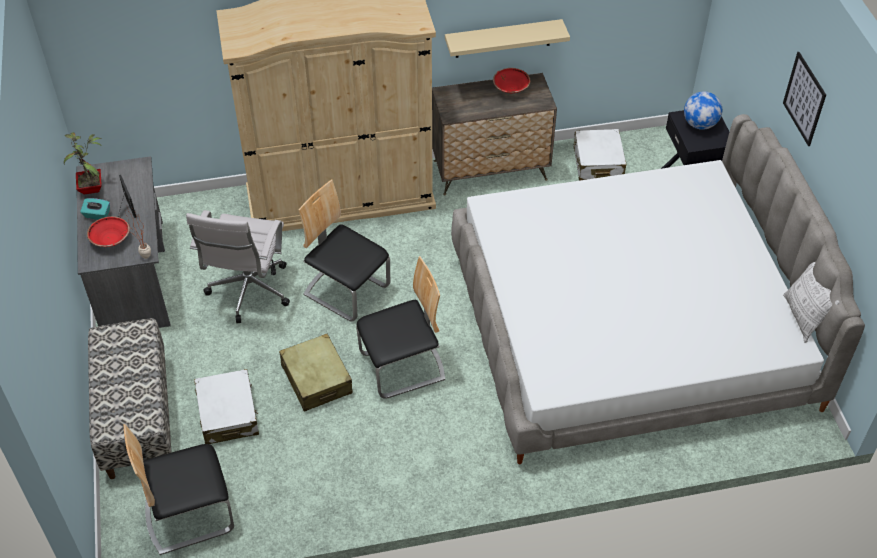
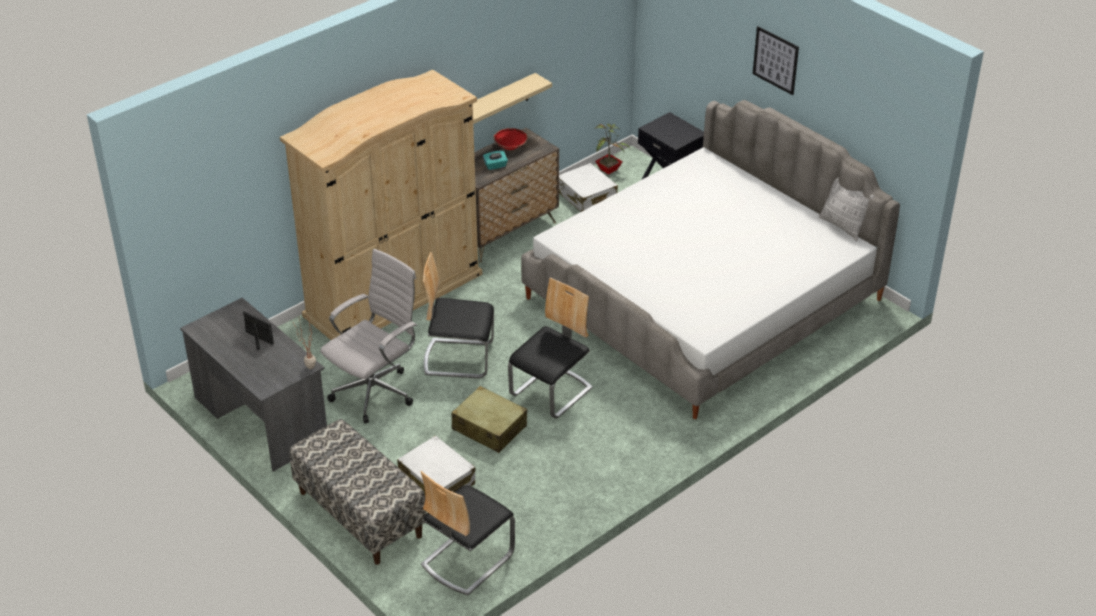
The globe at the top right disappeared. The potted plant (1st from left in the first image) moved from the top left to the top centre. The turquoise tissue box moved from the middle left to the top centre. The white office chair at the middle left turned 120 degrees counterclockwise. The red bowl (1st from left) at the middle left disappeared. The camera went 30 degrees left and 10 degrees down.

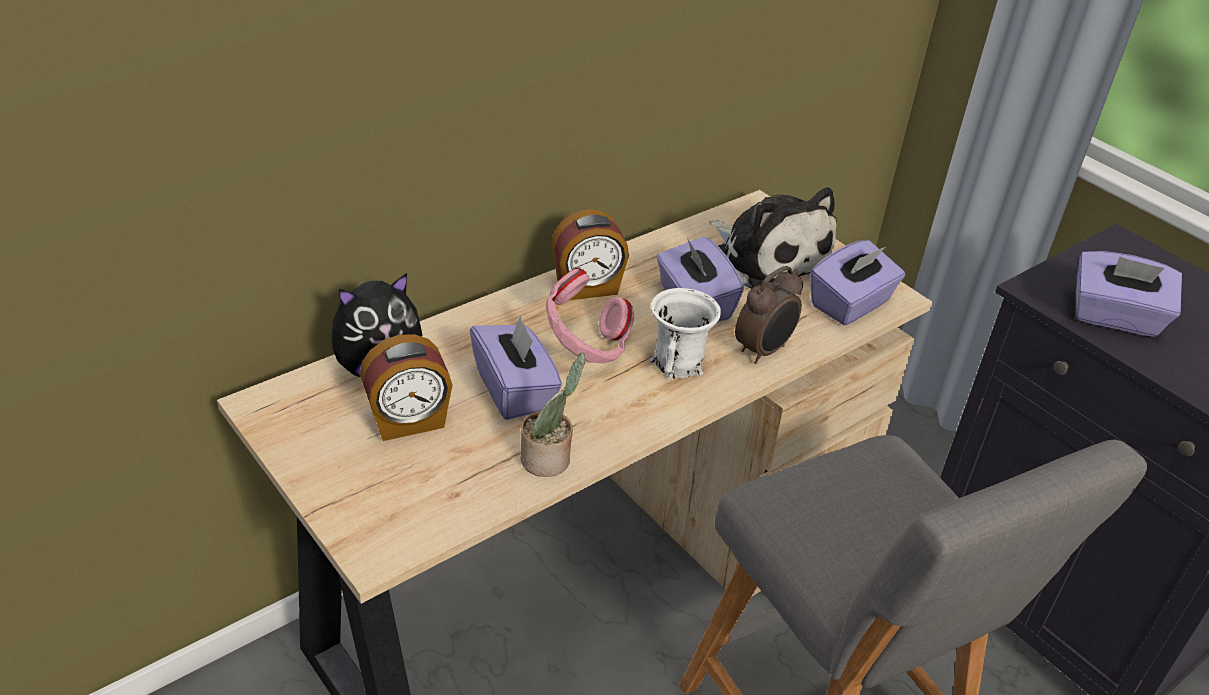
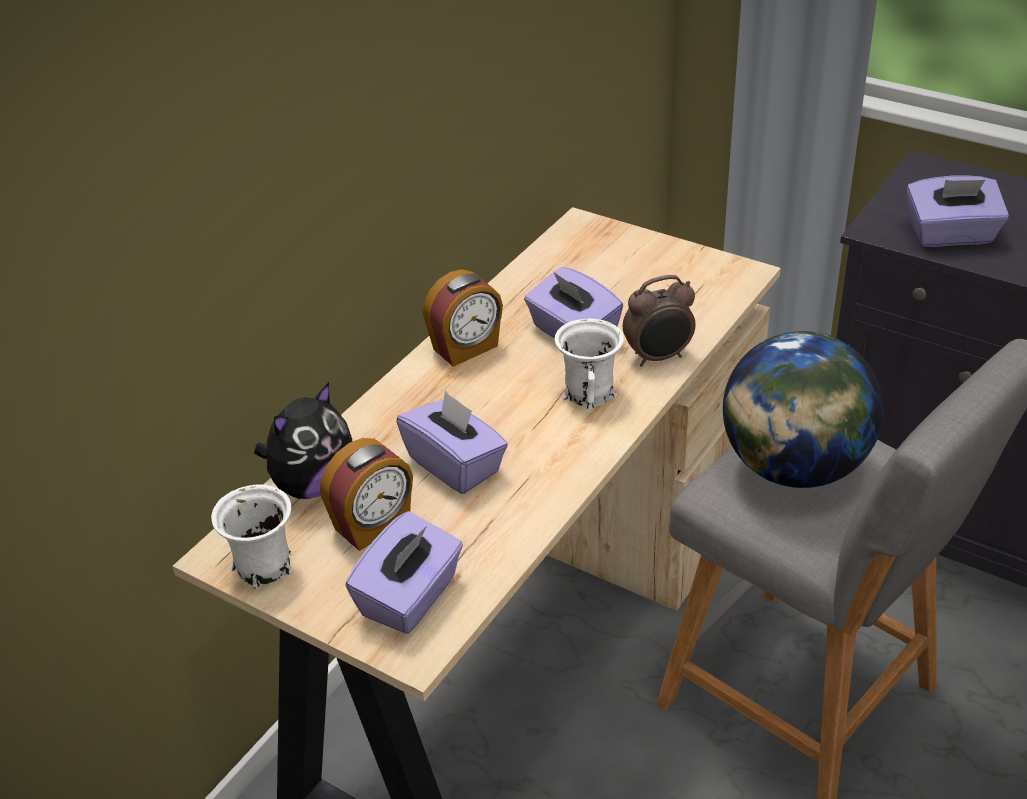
The plush toy (2nd from left) at the centre disappeared. The purple tissue box (3rd from left in the first image) moved from the middle right to the bottom centre. The alarm clock (3rd from left) at the centre turned 45 degrees clockwise. The pink headphones at the centre disappeared. The potted plant at the centre disappeared. The globe at the middle right appeared. The white mug (1st from left) at the bottom left appeared. The camera went 15 degrees left and 0 degrees up.

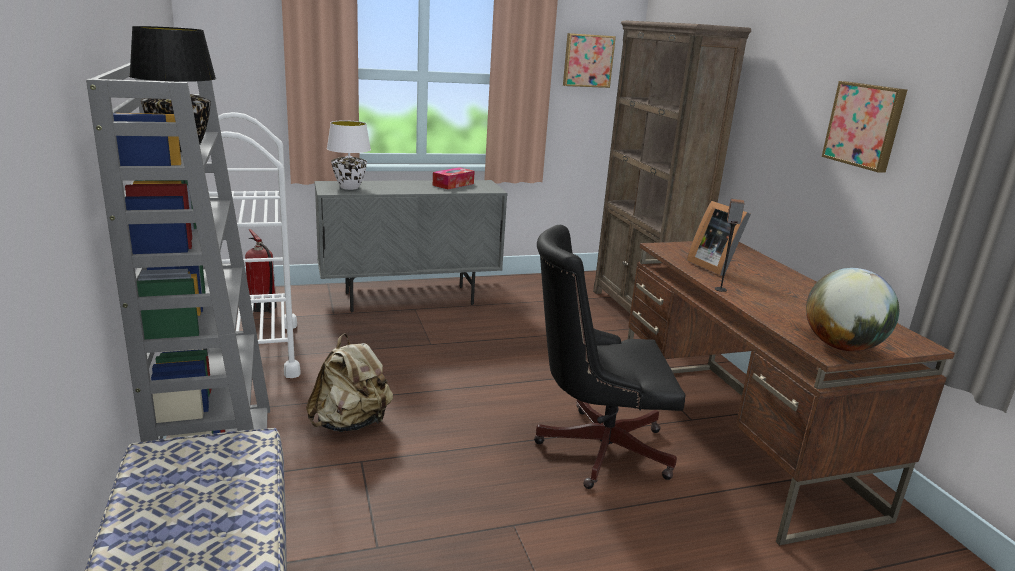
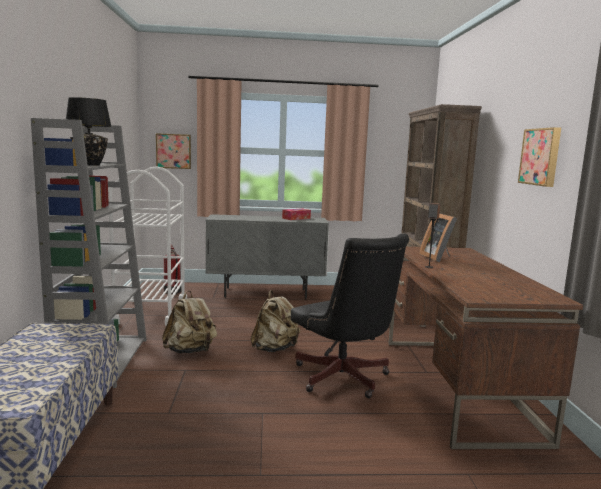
The picture (1st from left) moved from the top centre to the top left. The white table lamp at the top centre disappeared. The black office chair at the centre turned 135 degrees counterclockwise. The globe at the middle right disappeared. The beige backpack (2nd from left) at the centre appeared. The camera went 15 degrees right and 10 degrees down.

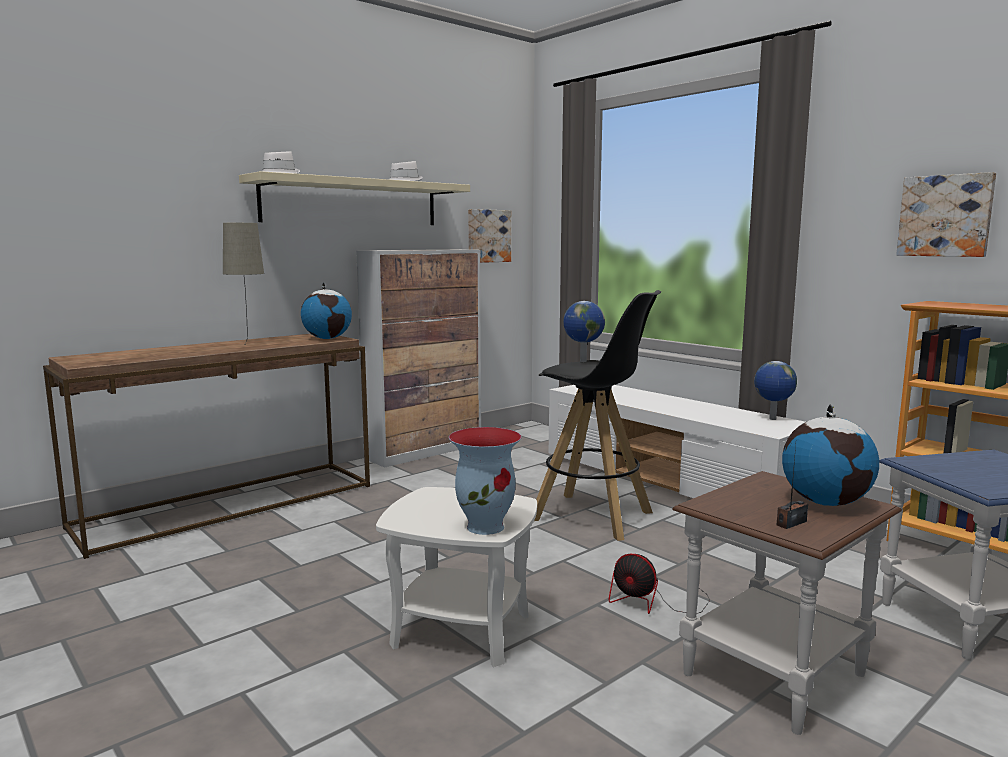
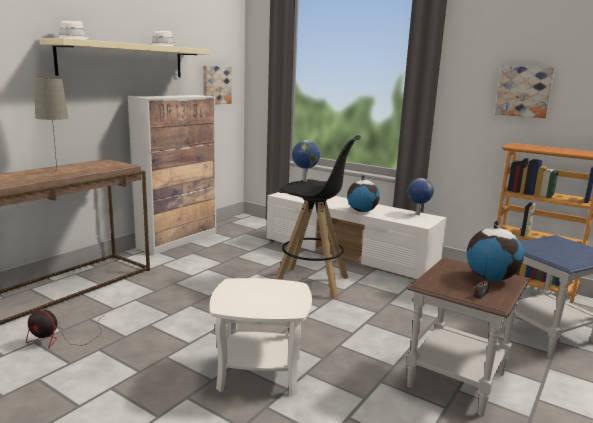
The globe (1st from left in the first image) moved from the middle left to the centre. The vase at the centre disappeared. The fan moved from the bottom centre to the bottom left. The camera went 15 degrees left and 5 degrees up.

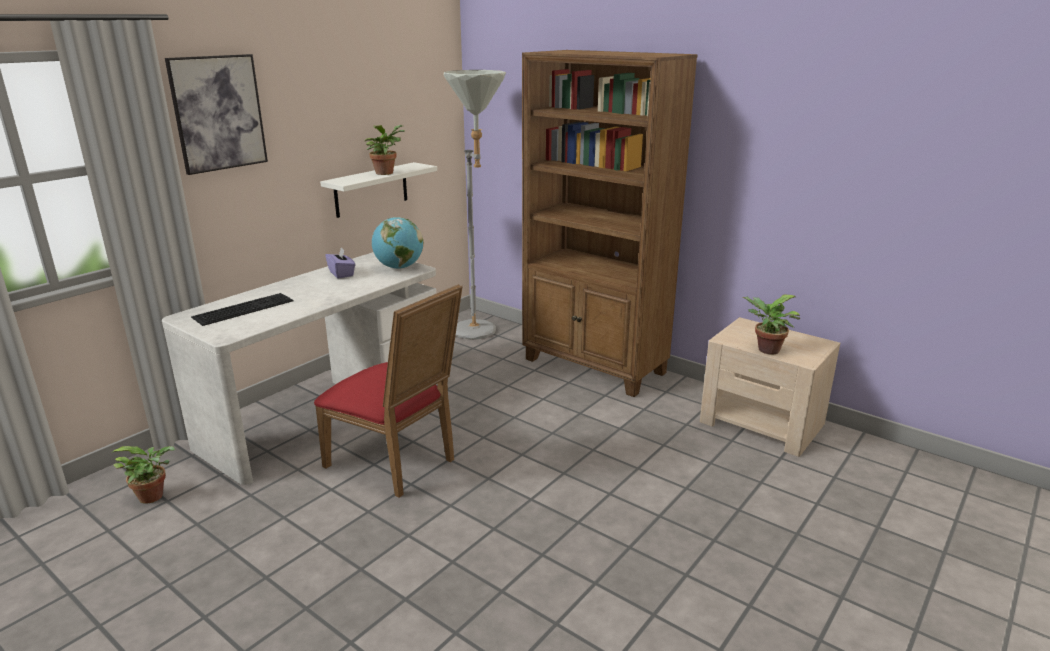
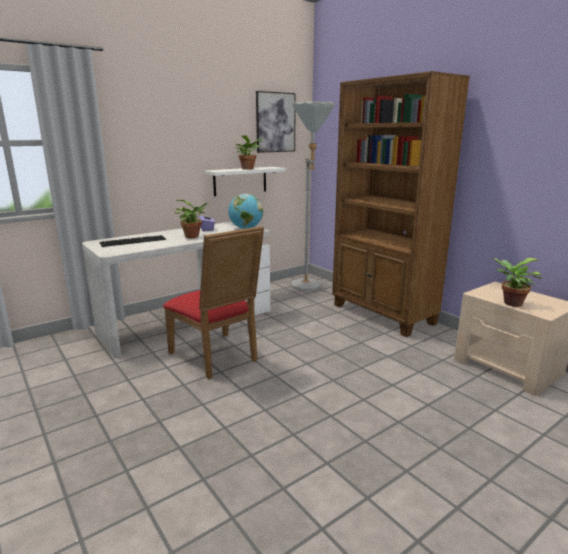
The picture moved from the top left to the top centre. The potted plant (1st from left) moved from the bottom left to the centre. The camera went 15 degrees right and 5 degrees down.

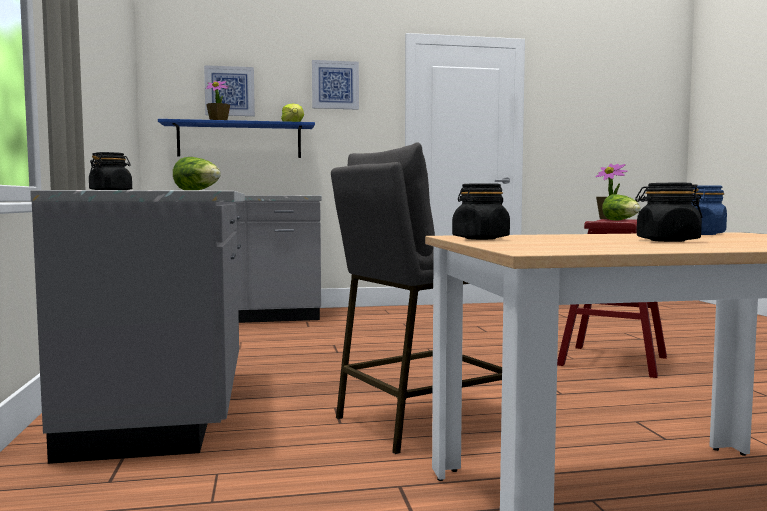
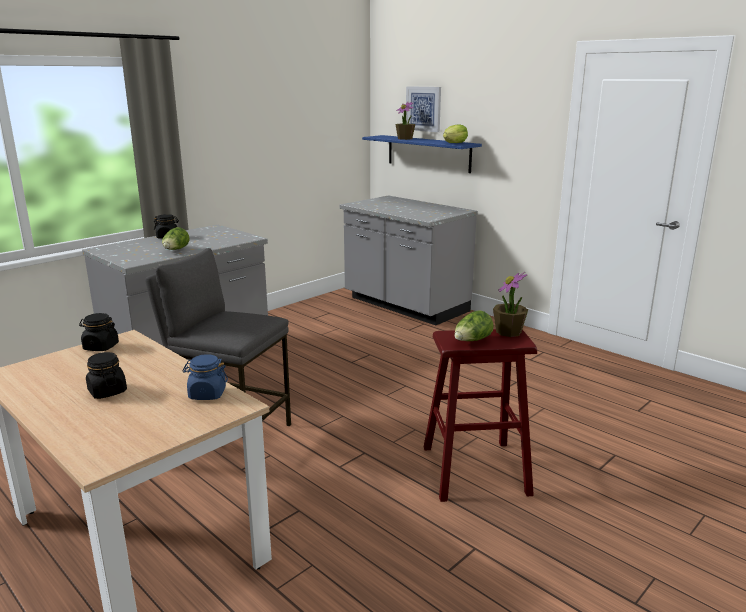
The picture (2nd from left) at the top centre disappeared. The camera went 55 degrees right and 15 degrees up.

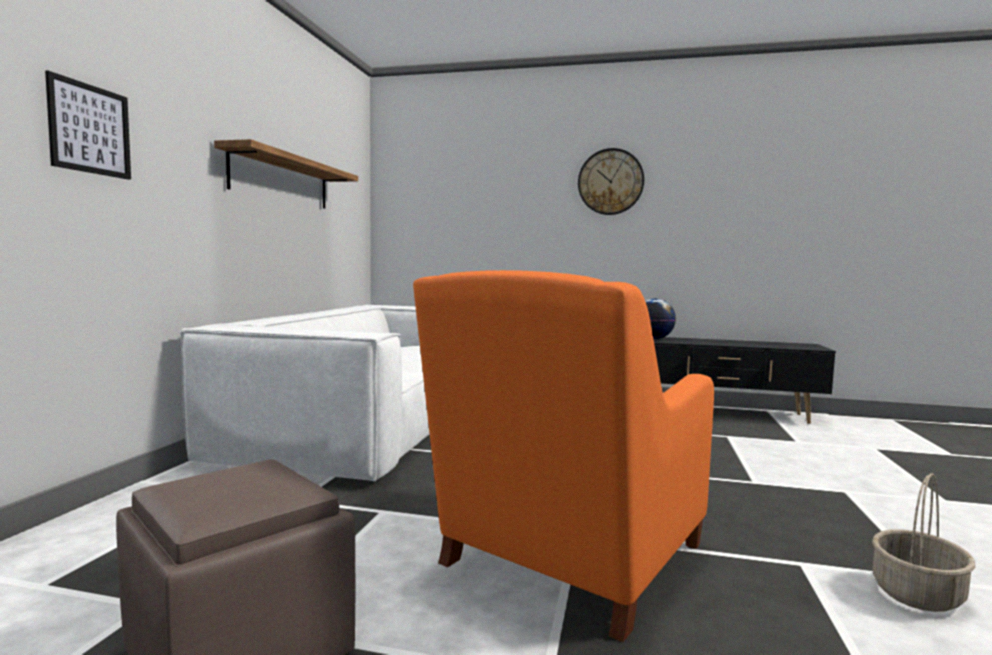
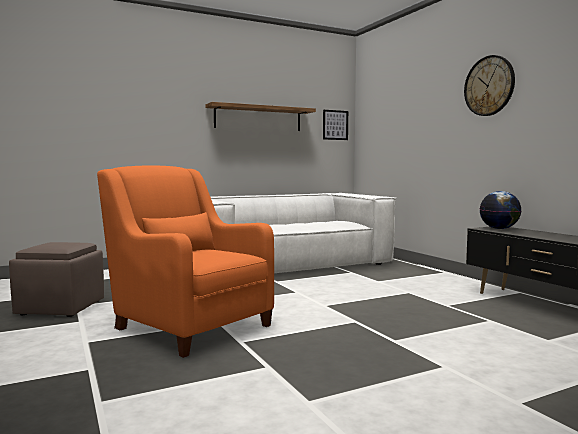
The picture moved from the top left to the top centre. The orange armchair at the bottom centre turned 45 degrees clockwise. The basket at the bottom right disappeared. The camera went 50 degrees right and 0 degrees up.

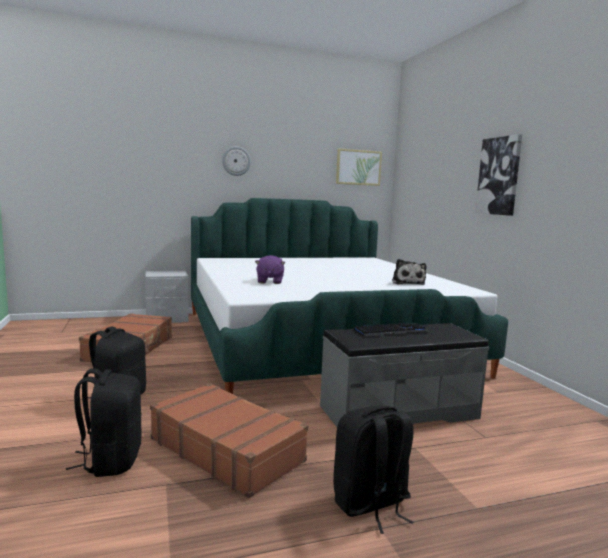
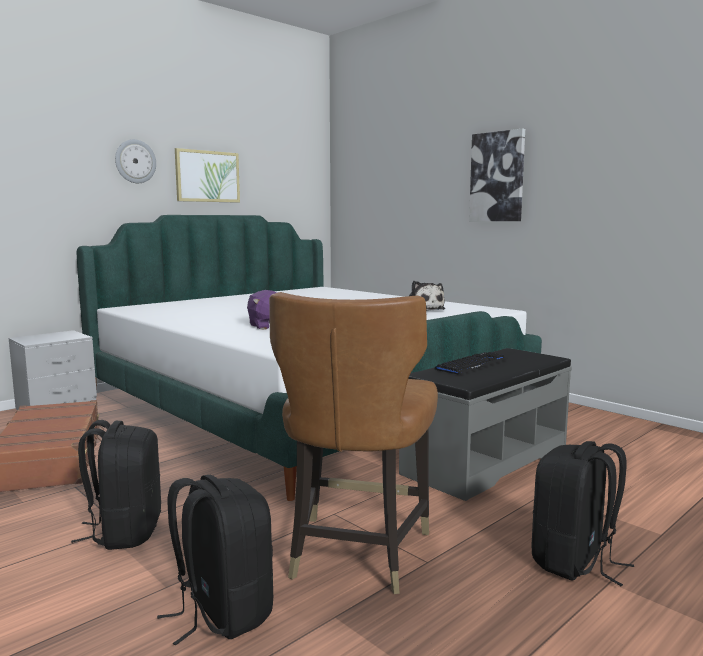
The picture (1st from left) moved from the top centre to the top left. The brown suitcase (2nd from left) at the bottom centre was replaced by the brown chair at the bottom centre. The camera went 25 degrees left and 0 degrees up.

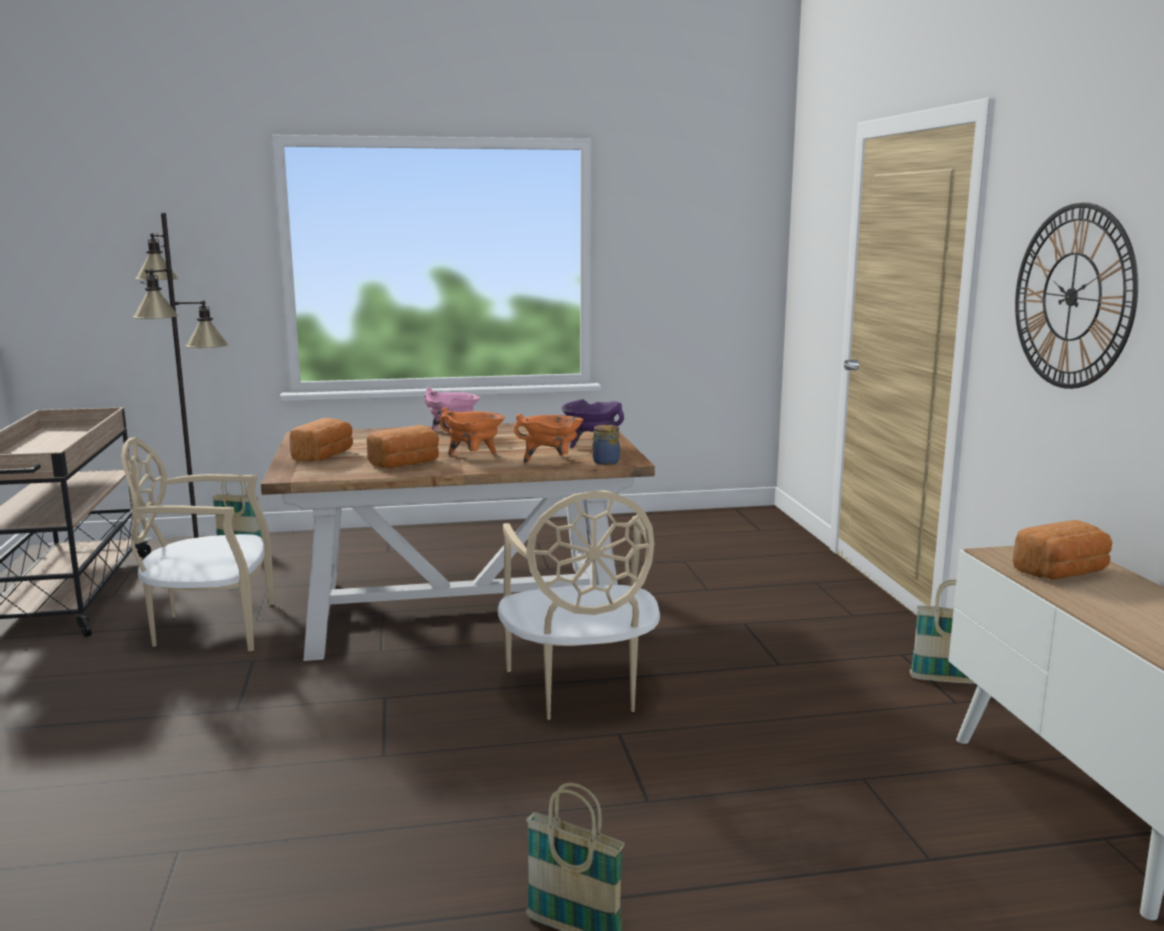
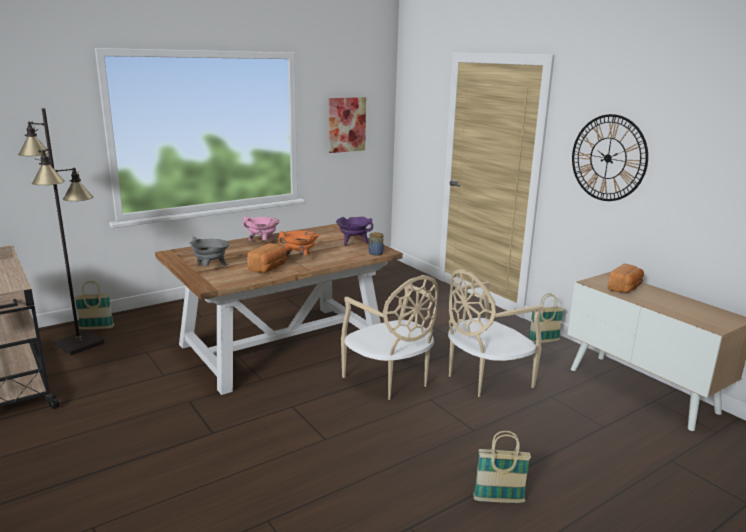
The orange cooking pot (2nd from left) at the centre disappeared. The bread (1st from left) at the middle left was replaced by the grey cooking pot at the middle left. The beige chair (1st from left in the first image) moved from the middle left to the centre. The picture at the top centre appeared. The camera went 25 degrees left and 5 degrees up.

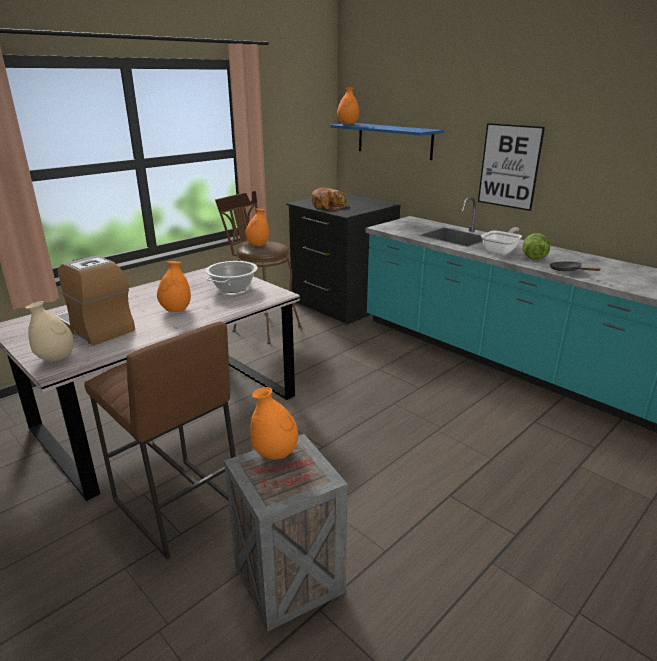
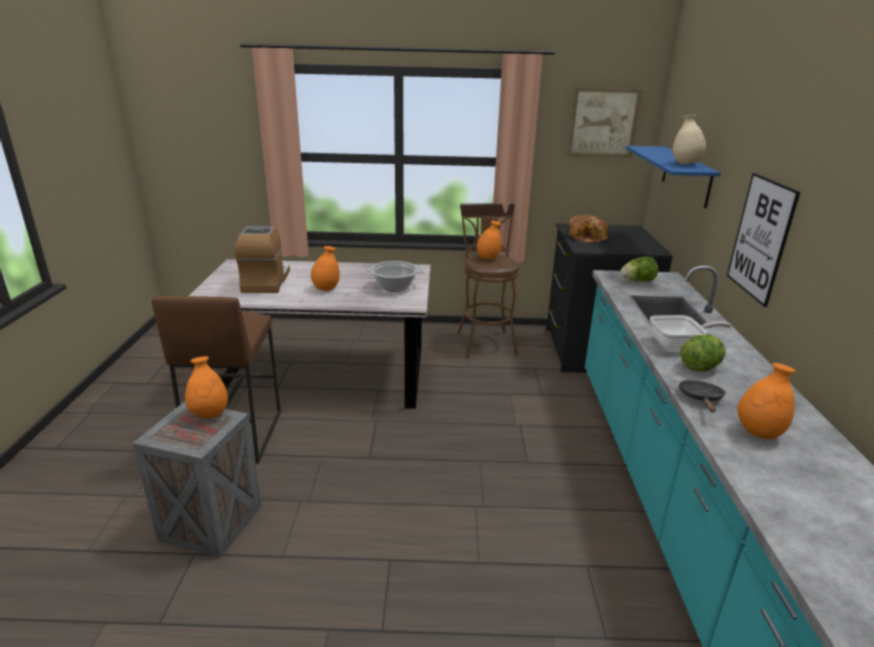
The orange vase (4th from left) moved from the top centre to the middle right. The beige vase moved from the middle left to the top right. The picture (1st from left) at the top right appeared. The lettuce (1st from left) at the middle right appeared. The camera went 45 degrees right and 0 degrees up.

